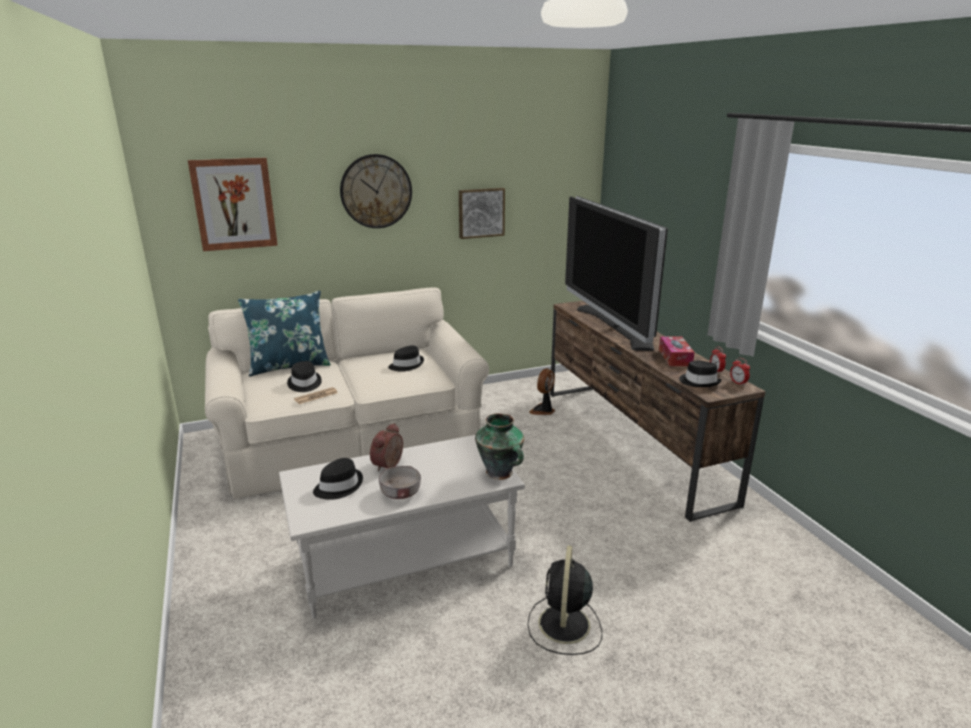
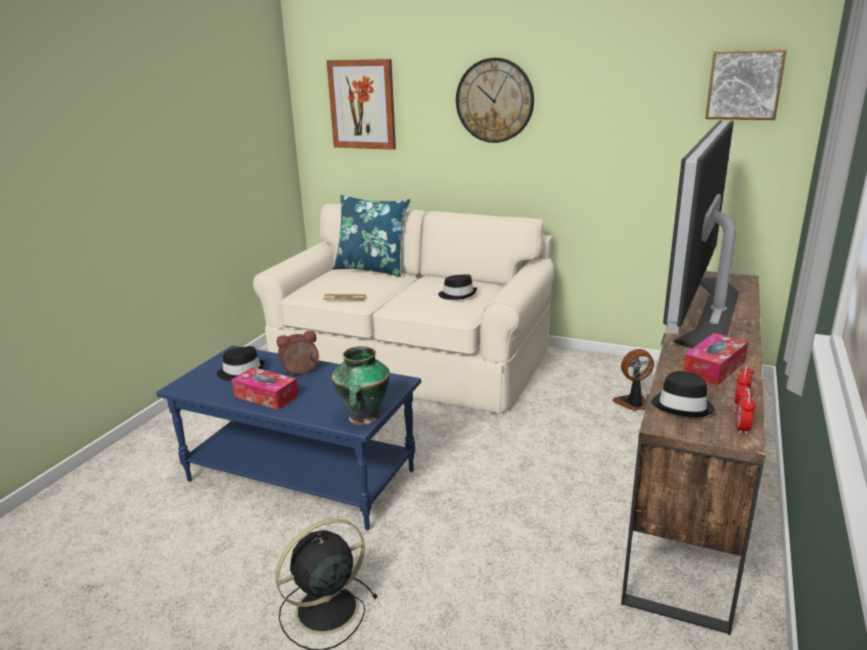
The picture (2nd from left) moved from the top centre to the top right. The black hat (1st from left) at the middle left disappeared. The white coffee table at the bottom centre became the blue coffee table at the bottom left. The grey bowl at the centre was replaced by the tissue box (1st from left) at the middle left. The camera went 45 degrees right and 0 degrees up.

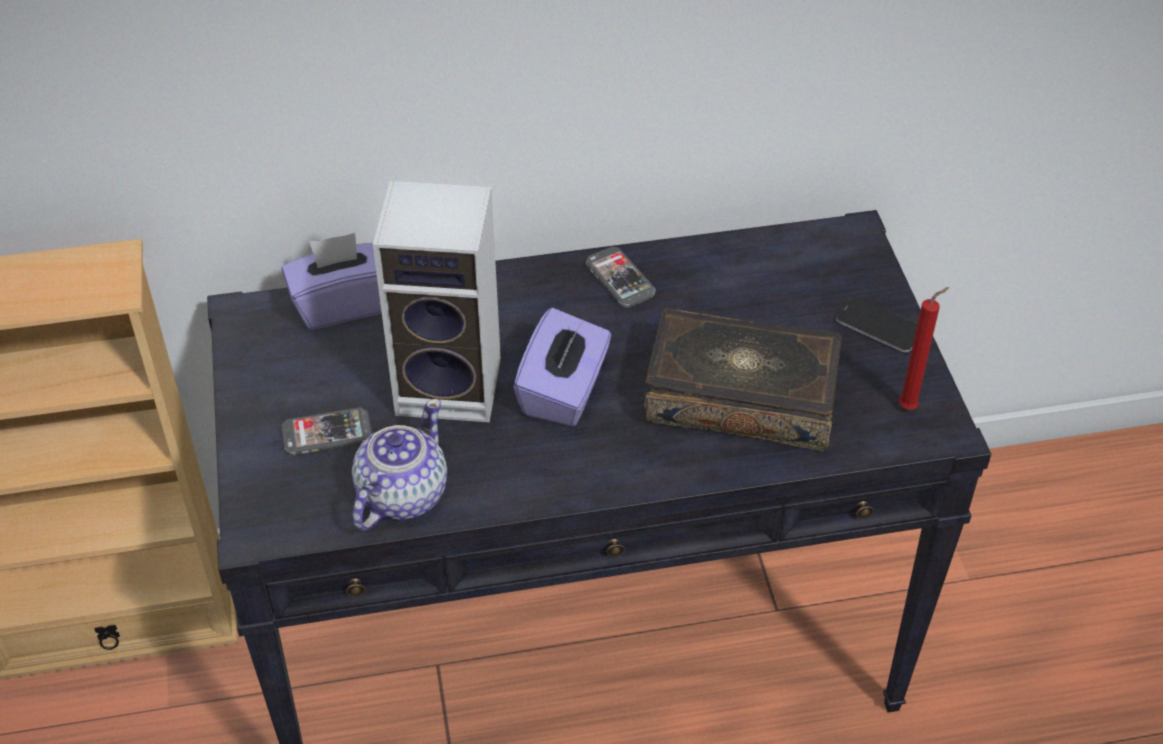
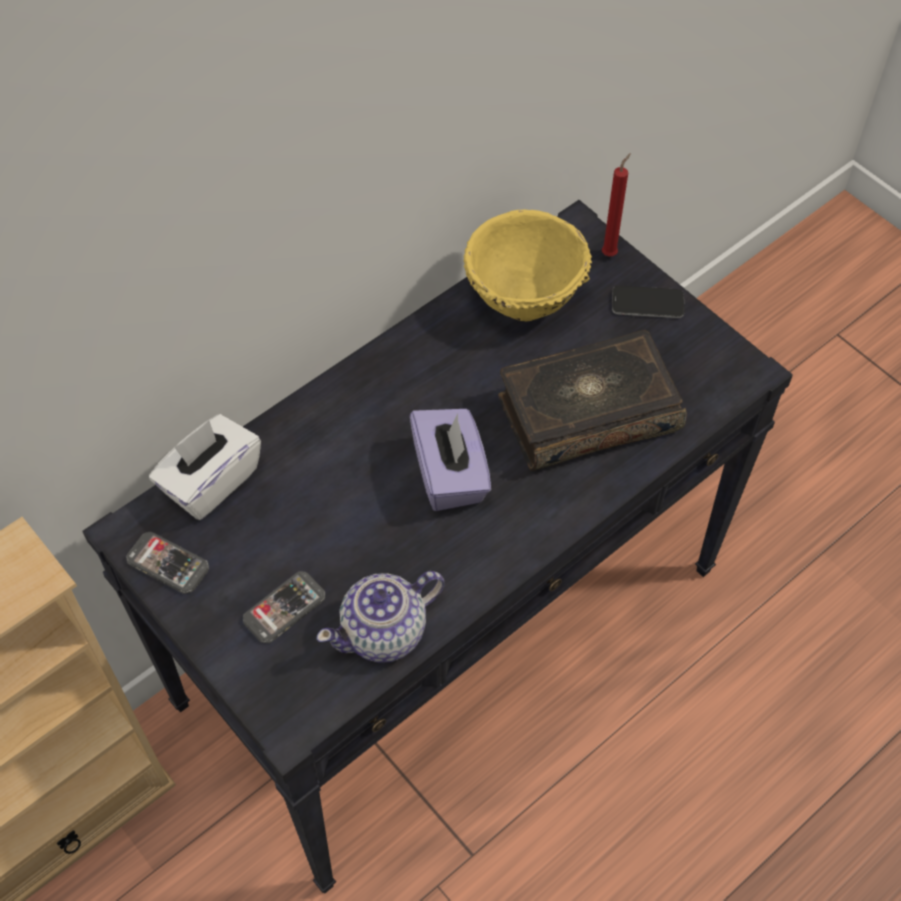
The speaker at the centre disappeared. The purple tissue box (1st from left) at the middle left became the white tissue box at the middle left. The phone (2nd from left in the first image) moved from the centre to the middle left. The red candle moved from the middle right to the top right. The teapot at the centre turned 120 degrees counterclockwise. The yellow bowl at the top centre appeared. The camera went 30 degrees left and 10 degrees up.

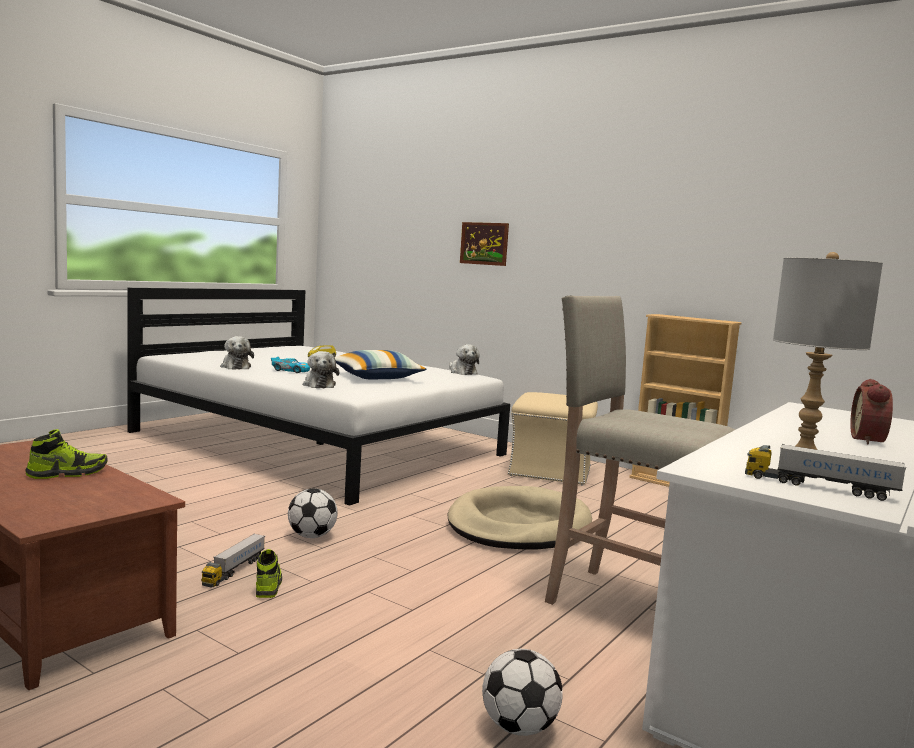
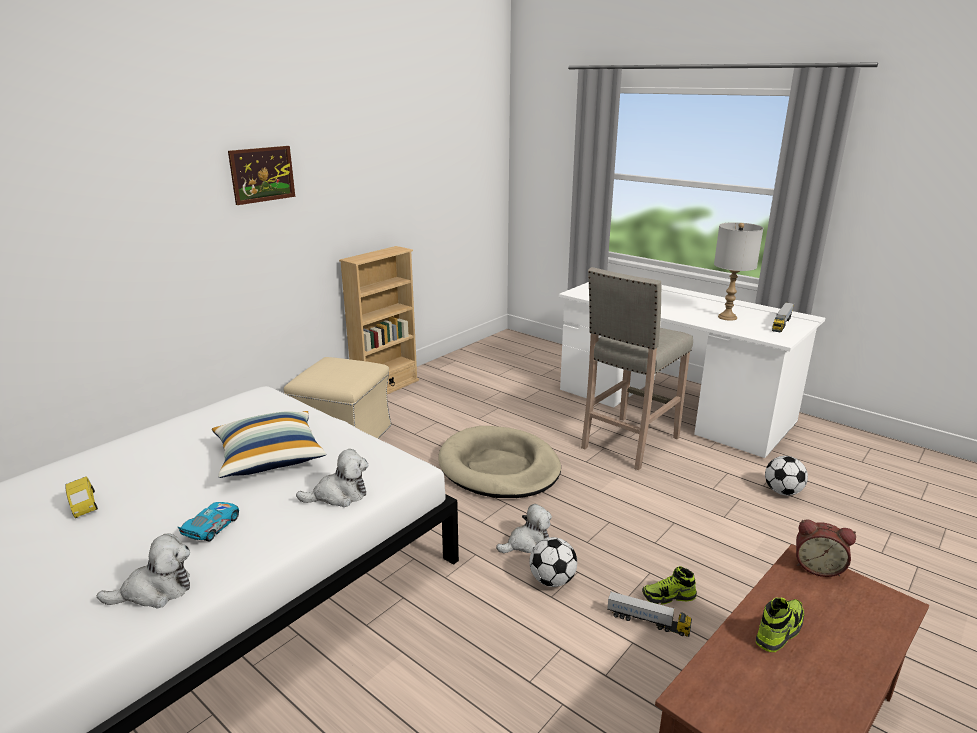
The picture moved from the top centre to the top left. The plush toy (3rd from left) moved from the centre to the bottom centre. The alarm clock moved from the middle right to the bottom right. The shoe (1st from left in the first image) at the middle left turned 75 degrees clockwise. The camera went 85 degrees left and 15 degrees up.

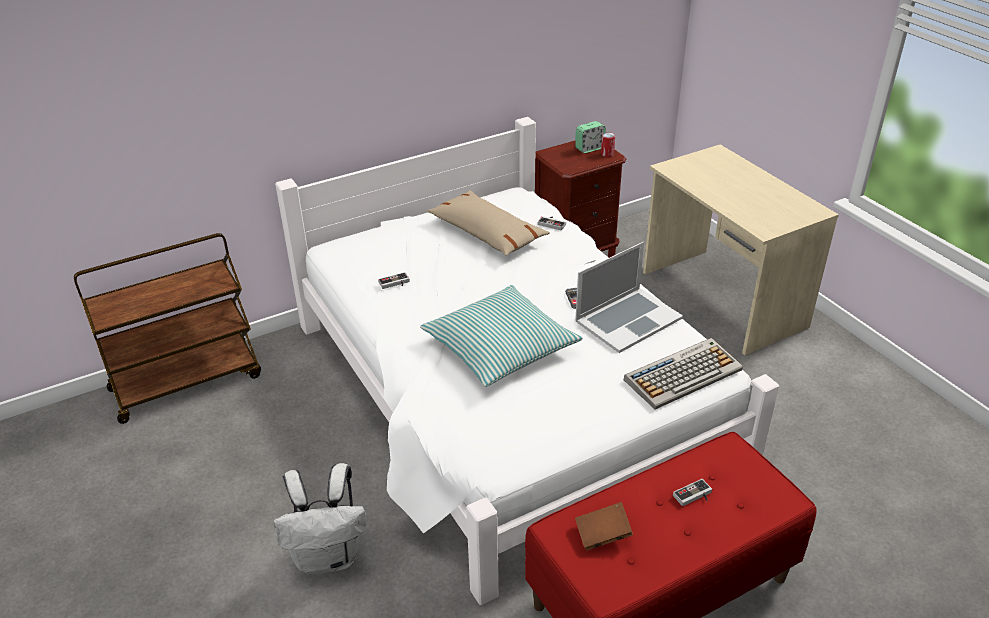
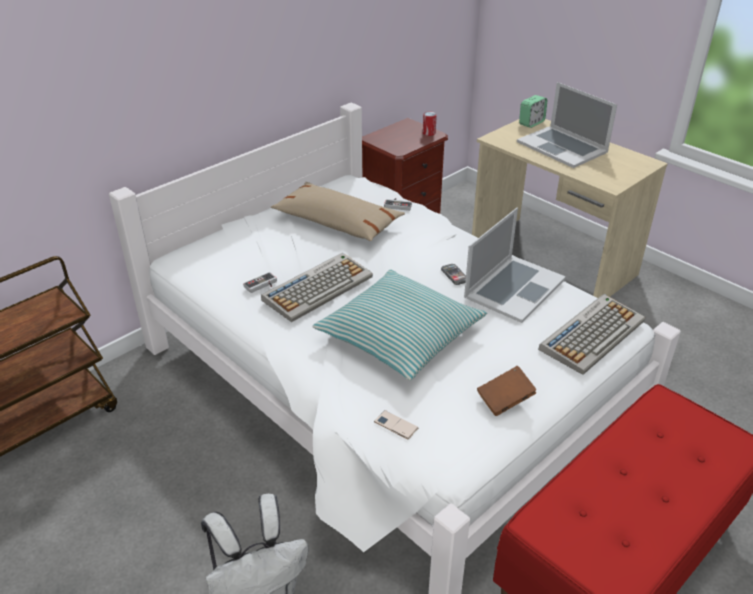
The alarm clock moved from the top centre to the top right. The game controller (3rd from left) at the bottom right disappeared. The brown book moved from the bottom centre to the middle right. The laptop (2nd from left) at the top right appeared. The keyboard (1st from left) at the centre appeared. The phone (1st from left) at the bottom centre appeared. The camera went 15 degrees left and 0 degrees up.

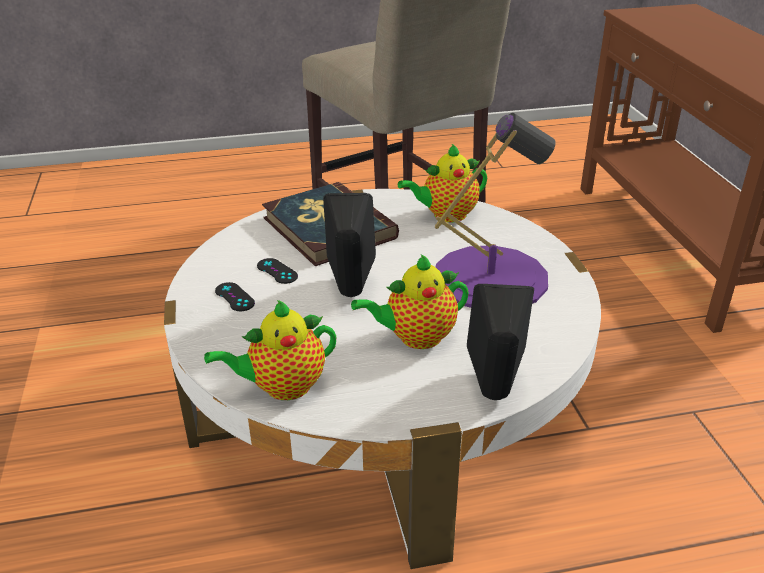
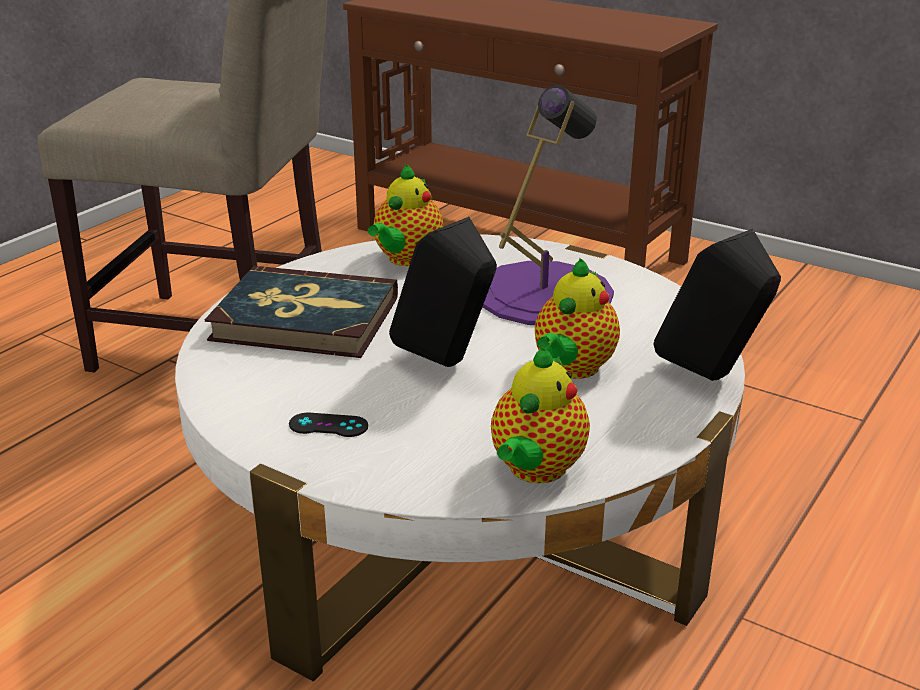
The black game controller (2nd from left) at the centre disappeared. The camera went 45 degrees left and 5 degrees down.

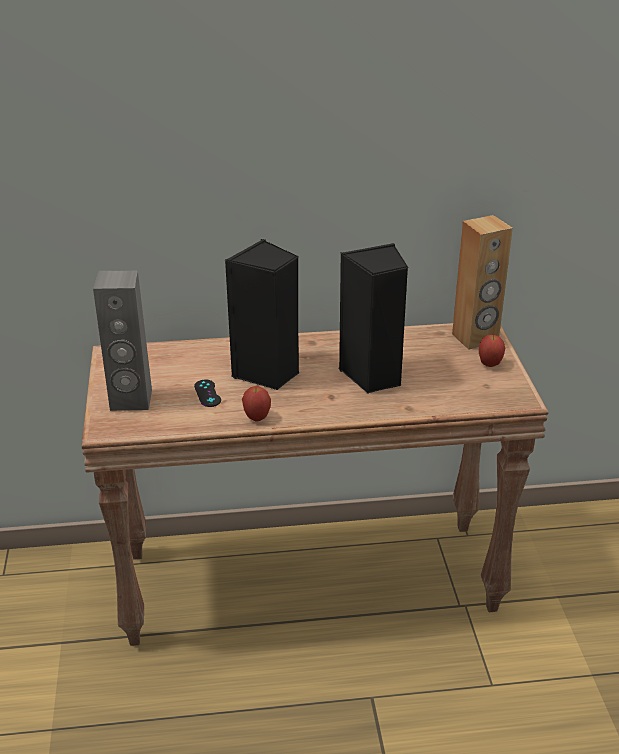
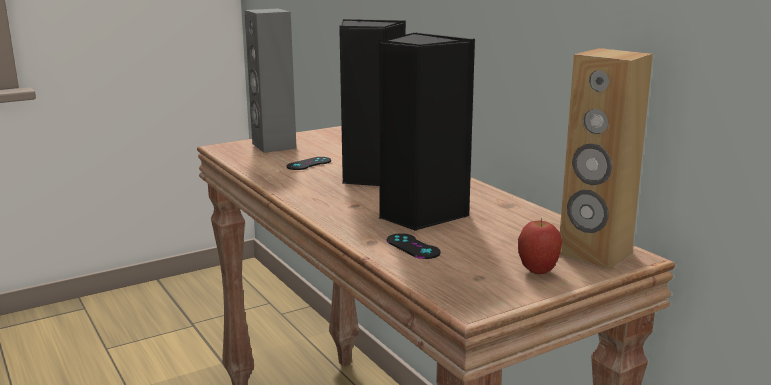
The apple (1st from left) at the centre disappeared. The black game controller (2nd from left) at the centre appeared. The camera went 65 degrees right and 15 degrees down.

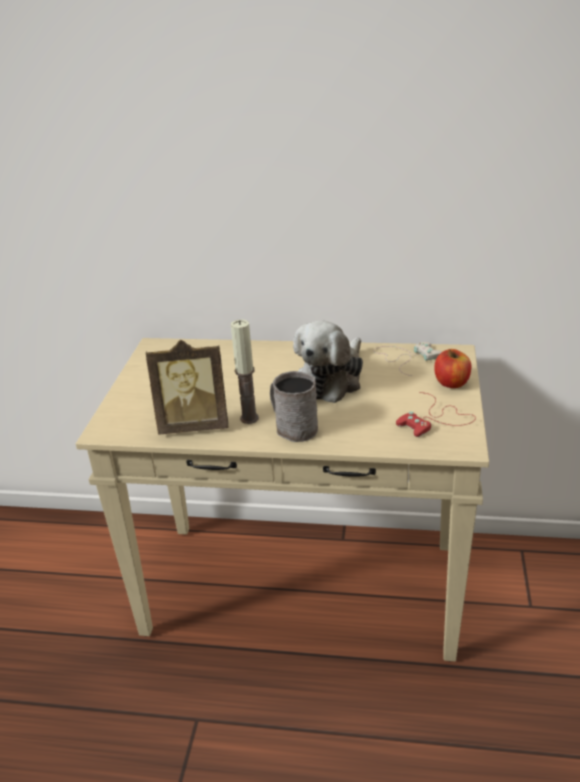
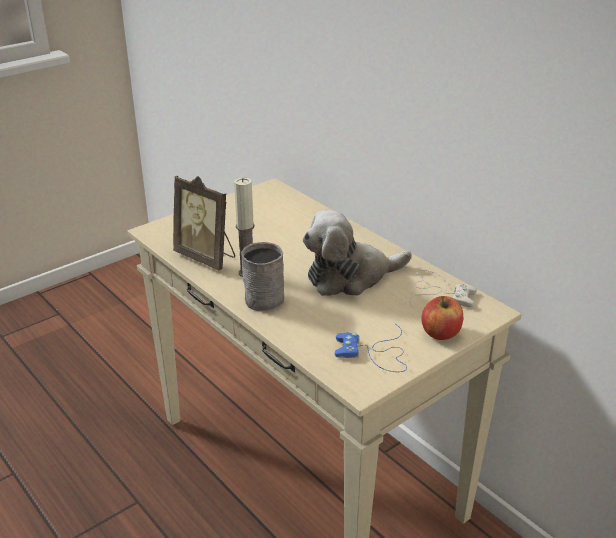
The red game controller at the middle right became the blue game controller at the centre. The camera went 40 degrees right and 0 degrees up.

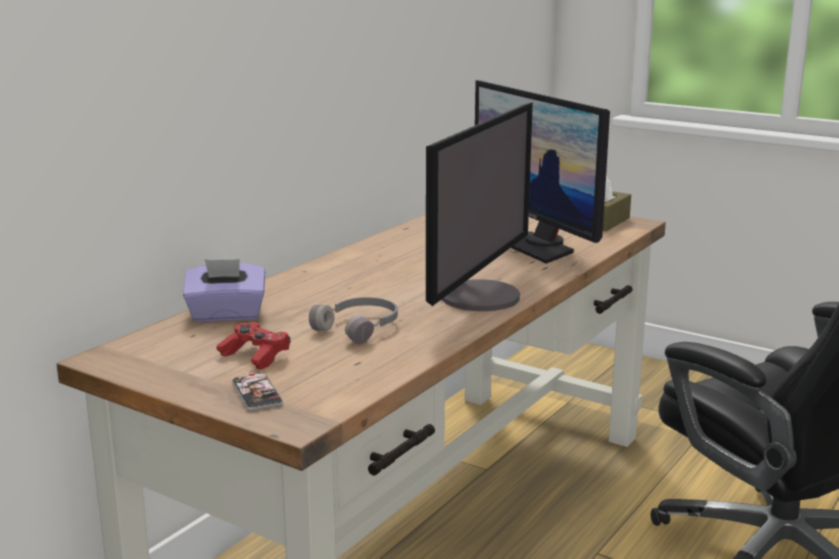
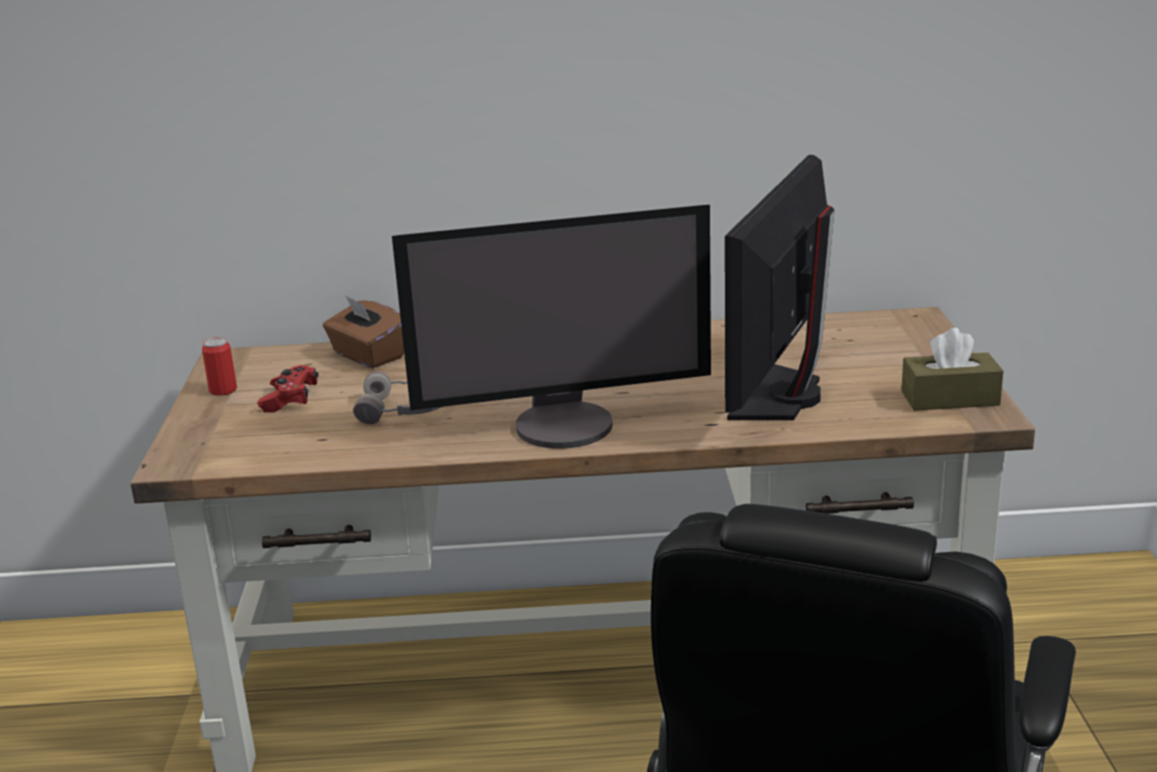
The purple tissue box at the middle left became the brown tissue box (1st from left) at the middle left. The phone at the bottom left disappeared. The can at the middle left appeared. The camera went 55 degrees right and 5 degrees up.

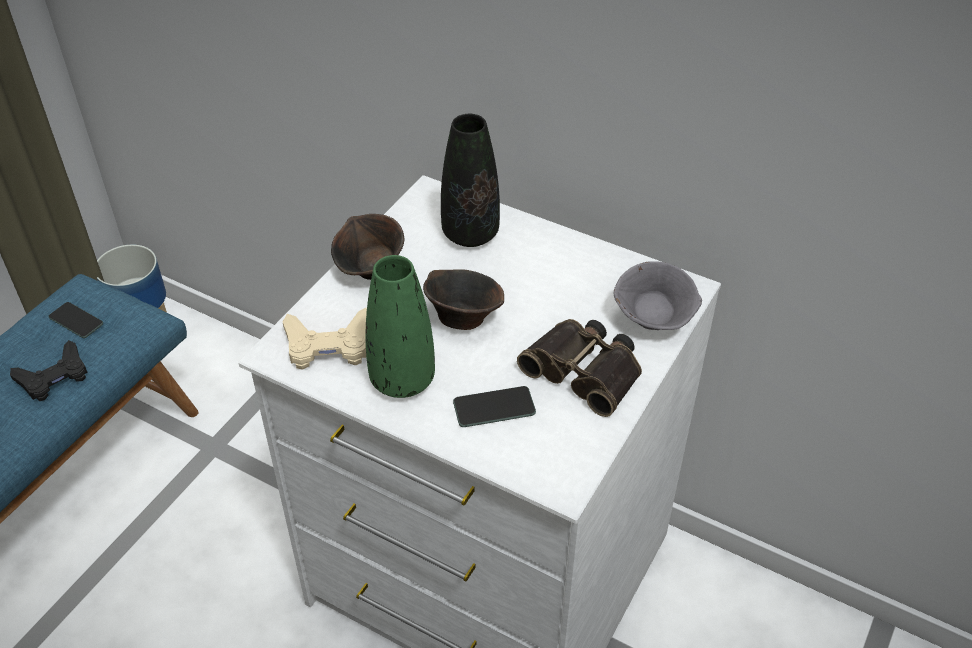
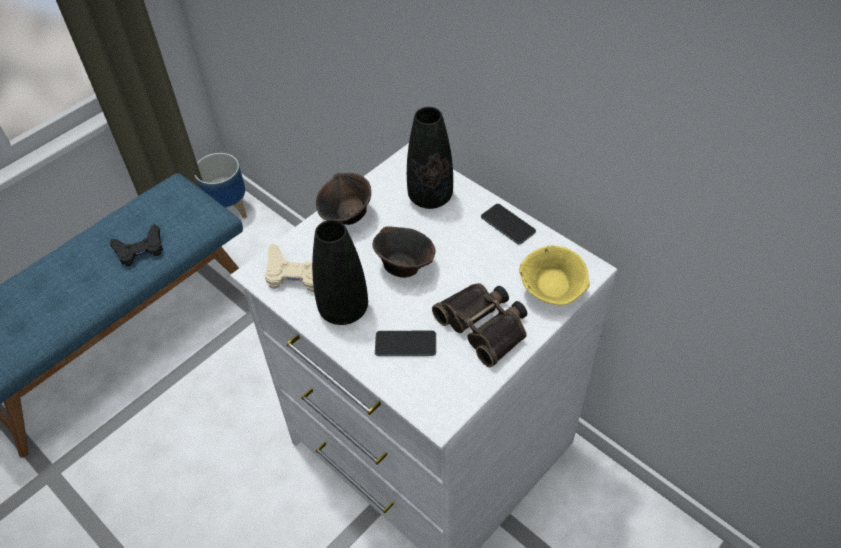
The green vase at the centre became the black vase (1st from left) at the centre. The grey bowl at the middle right became the yellow bowl at the centre. The phone (1st from left in the first image) moved from the middle left to the centre. The camera went 15 degrees right and 5 degrees up.

